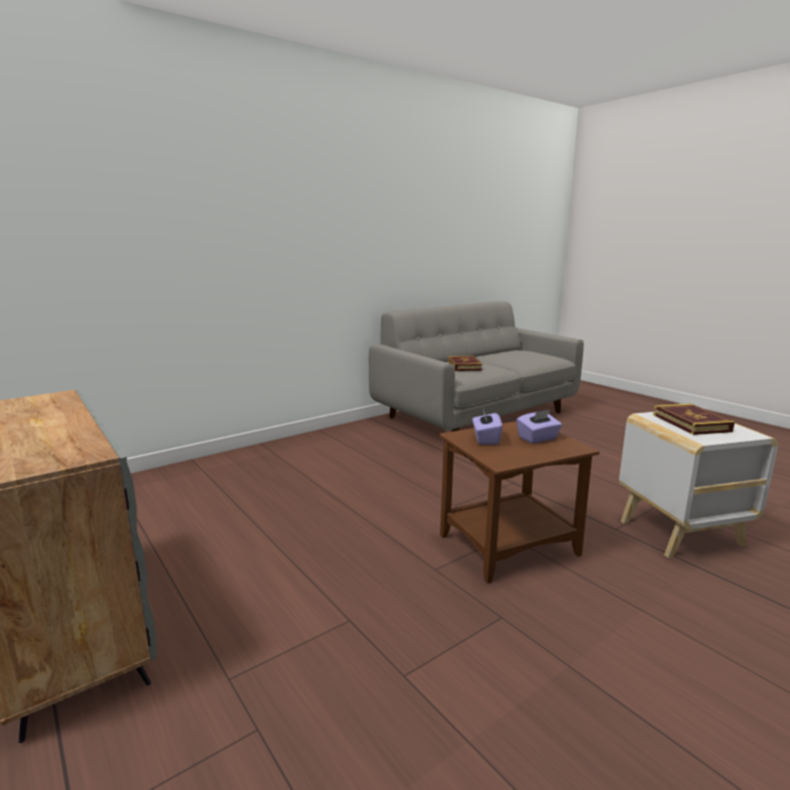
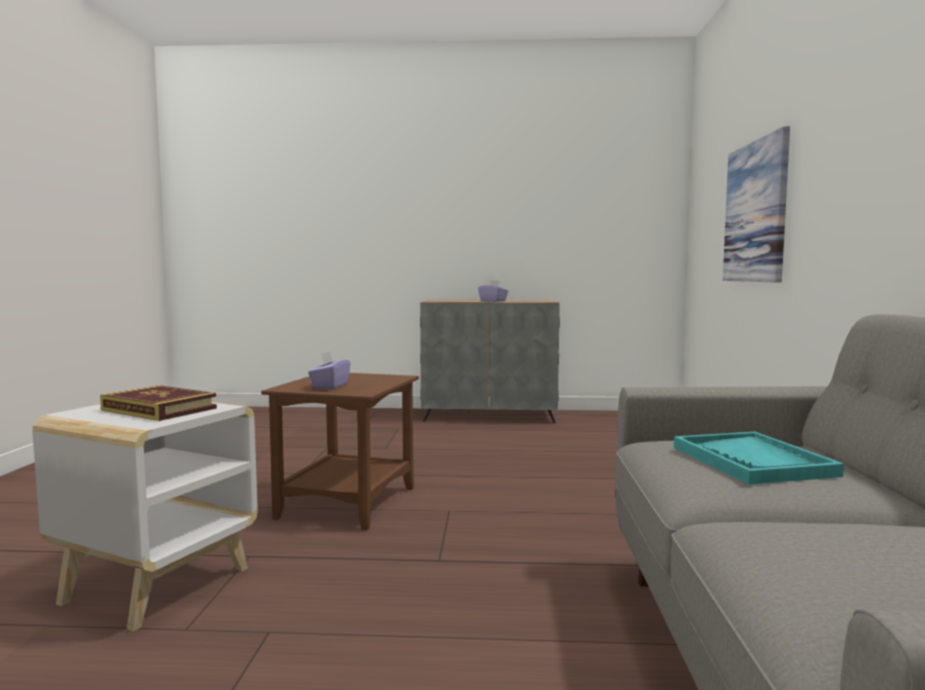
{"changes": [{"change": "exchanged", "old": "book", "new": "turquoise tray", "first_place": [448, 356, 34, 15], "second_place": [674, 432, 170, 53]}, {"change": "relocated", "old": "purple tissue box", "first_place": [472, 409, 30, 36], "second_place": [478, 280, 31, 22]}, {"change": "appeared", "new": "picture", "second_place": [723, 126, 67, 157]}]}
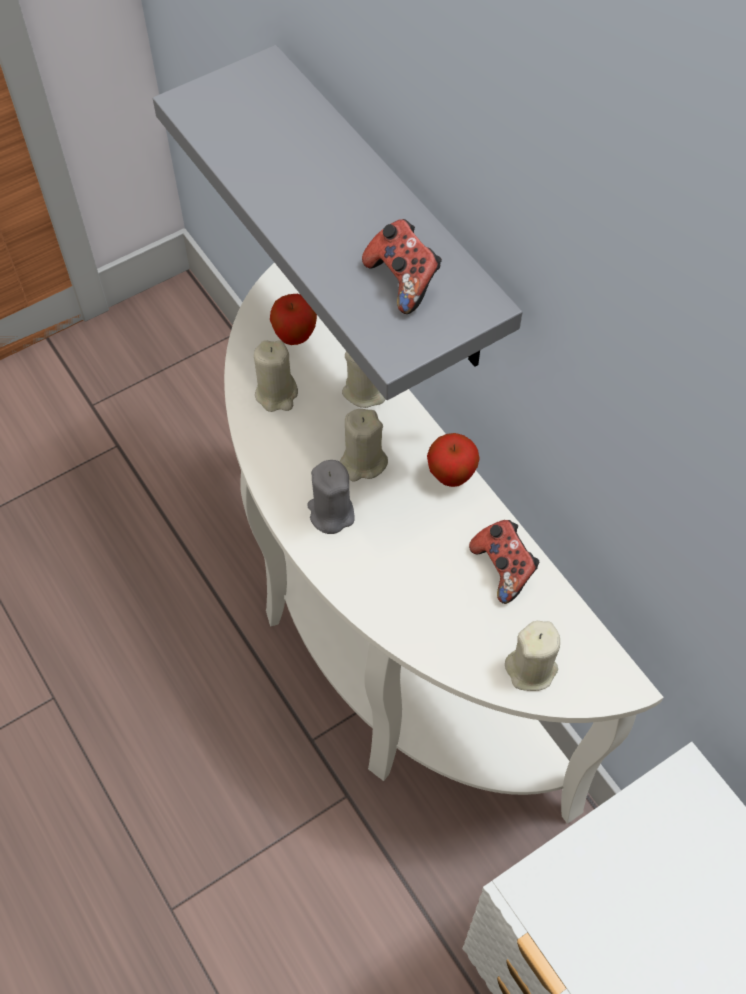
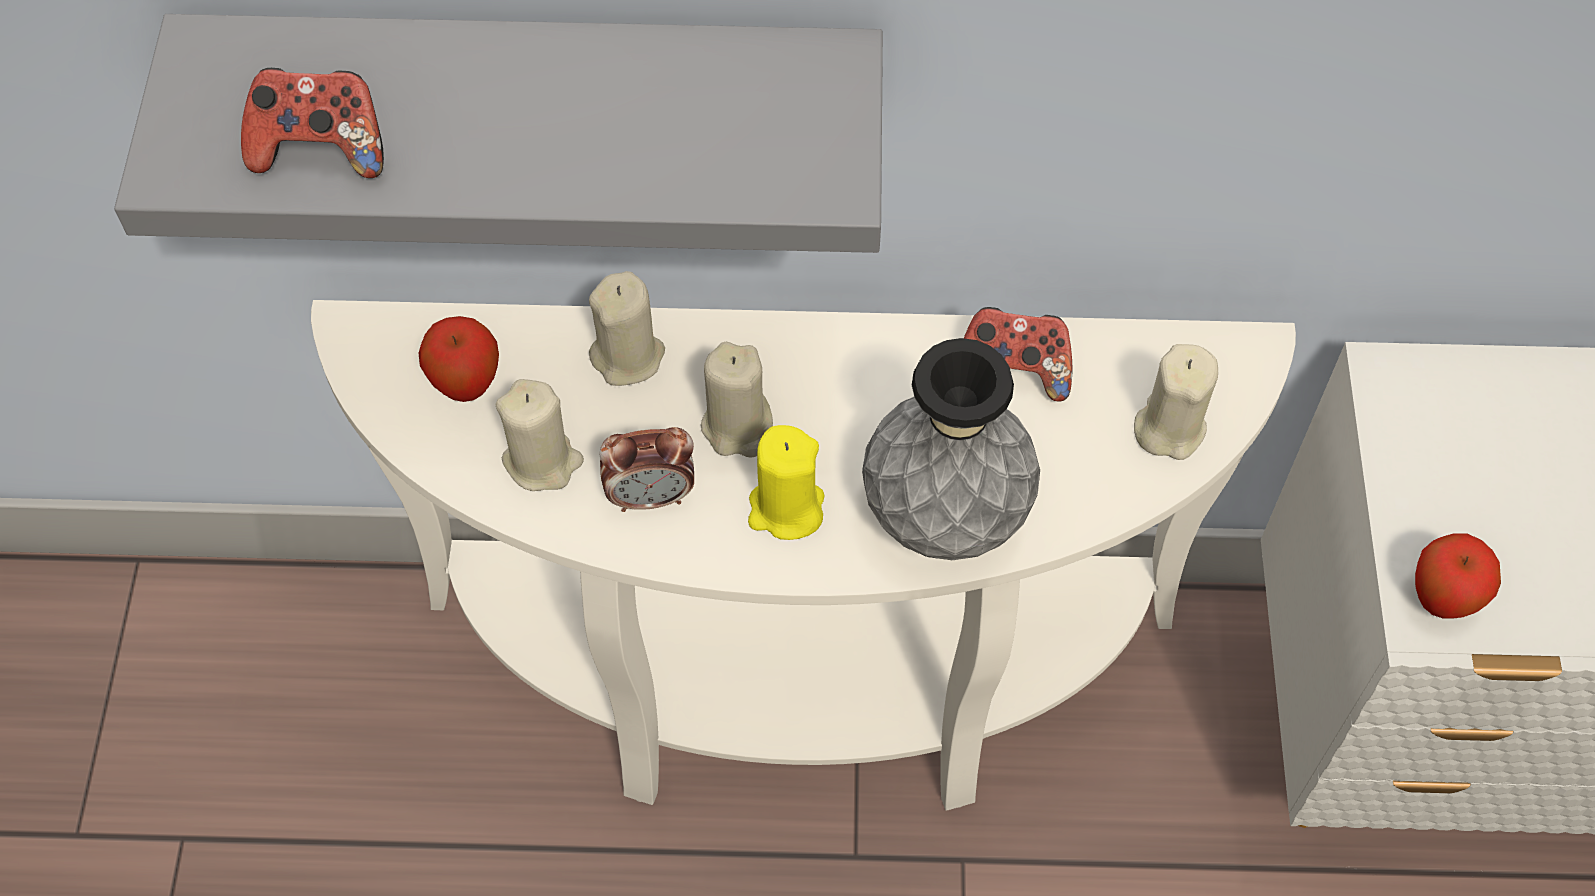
{"changes": [{"change": "relocated", "old": "game controller", "first_place": [362, 219, 80, 95], "second_place": [241, 68, 143, 110]}, {"change": "relocated", "old": "apple", "first_place": [427, 433, 53, 54], "second_place": [1415, 534, 86, 85]}, {"change": "colour", "old": "grey candle", "new": "yellow candle", "first_place": [307, 460, 48, 74], "second_place": [748, 425, 77, 115]}, {"change": "appeared", "new": "grey vase", "second_place": [862, 338, 178, 222]}, {"change": "appeared", "new": "alarm clock", "second_place": [599, 427, 95, 85]}]}
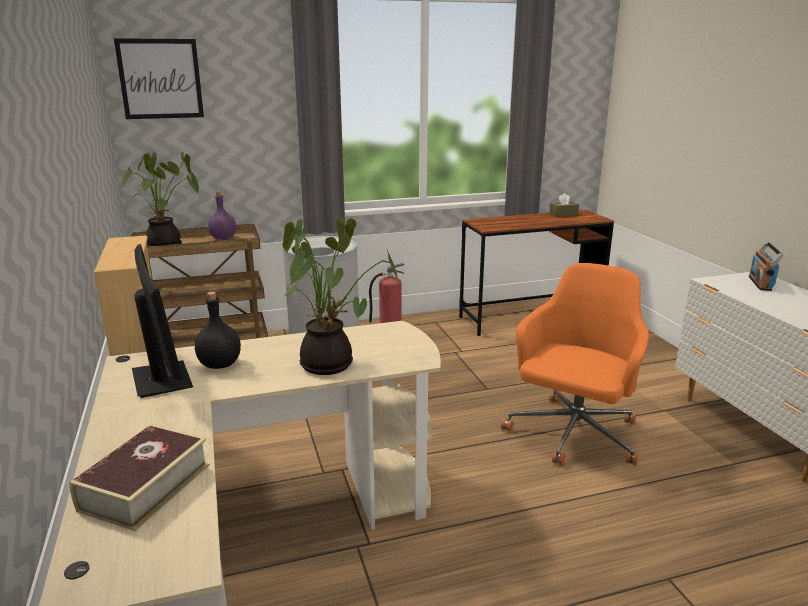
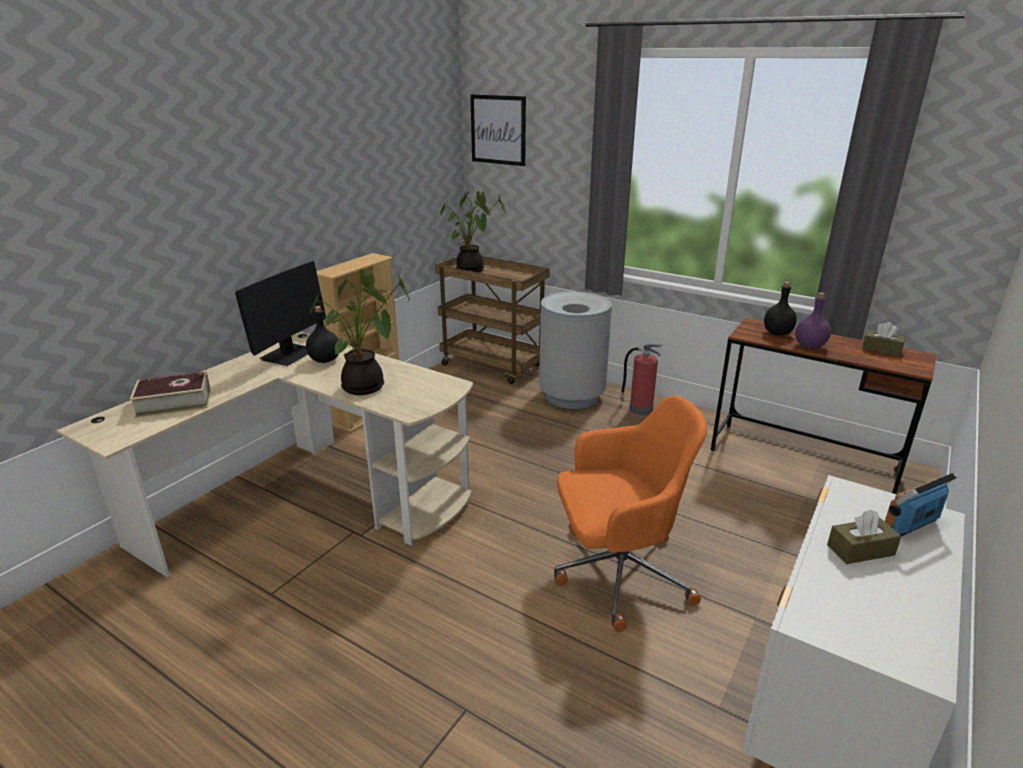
{"changes": [{"change": "relocated", "old": "purple bottle", "first_place": [208, 191, 28, 49], "second_place": [795, 293, 36, 56]}, {"change": "appeared", "new": "black bottle", "second_place": [764, 282, 33, 54]}, {"change": "appeared", "new": "brown tissue box", "second_place": [827, 510, 74, 54]}]}
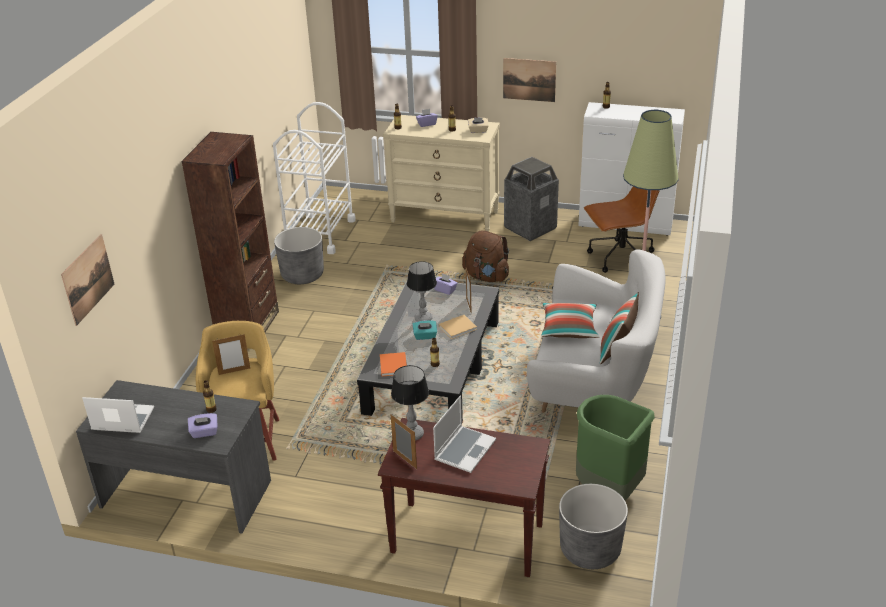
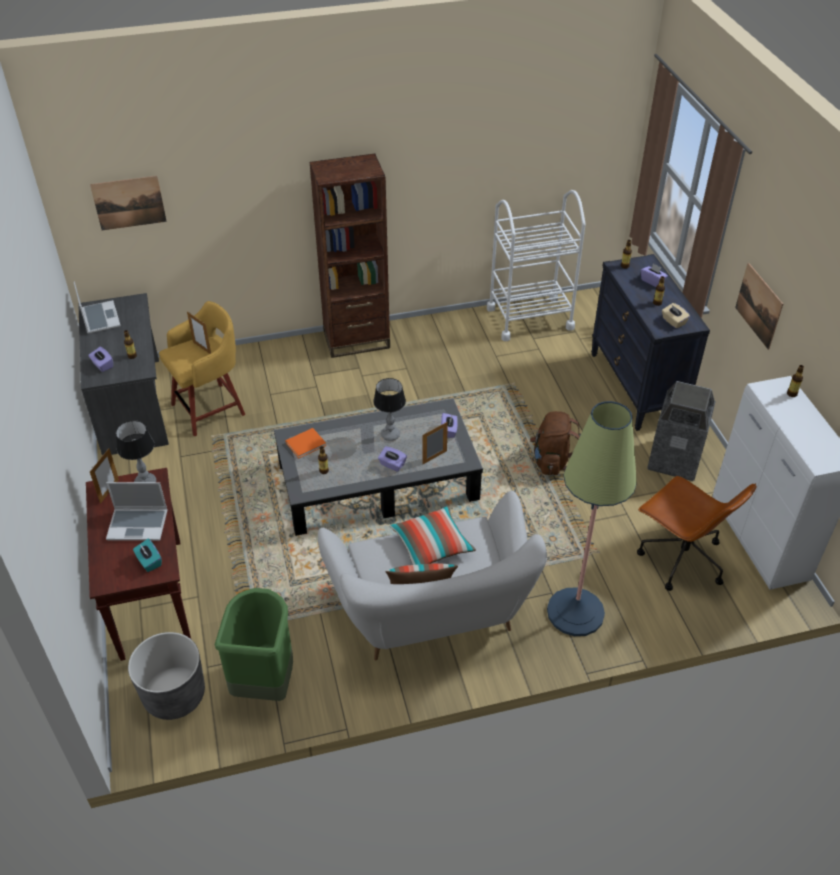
{"changes": [{"change": "colour", "old": "beige dresser", "new": "black dresser", "first_place": [383, 115, 117, 117], "second_place": [591, 254, 119, 177]}, {"change": "missing", "old": "grey planter", "first_place": [274, 227, 50, 57]}, {"change": "exchanged", "old": "beige book", "new": "purple tissue box", "first_place": [439, 315, 38, 24], "second_place": [378, 446, 29, 26]}, {"change": "relocated", "old": "turquoise tissue box", "first_place": [412, 320, 25, 20], "second_place": [133, 539, 29, 33]}]}
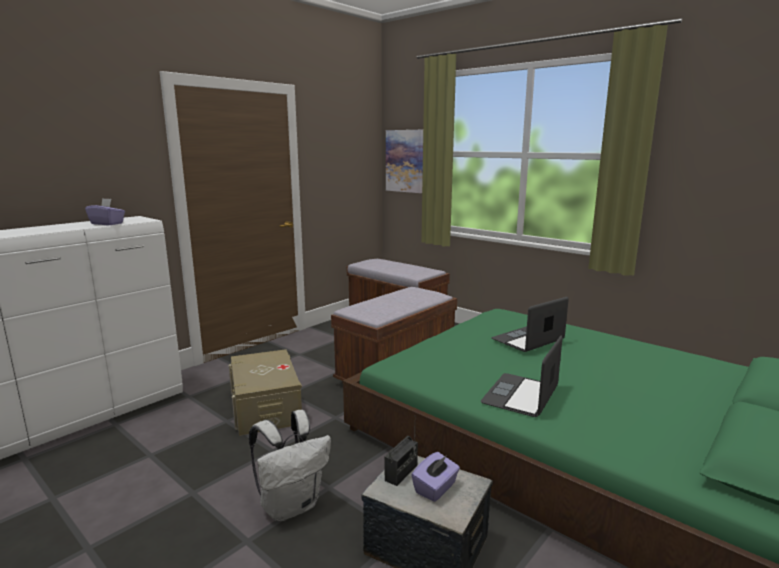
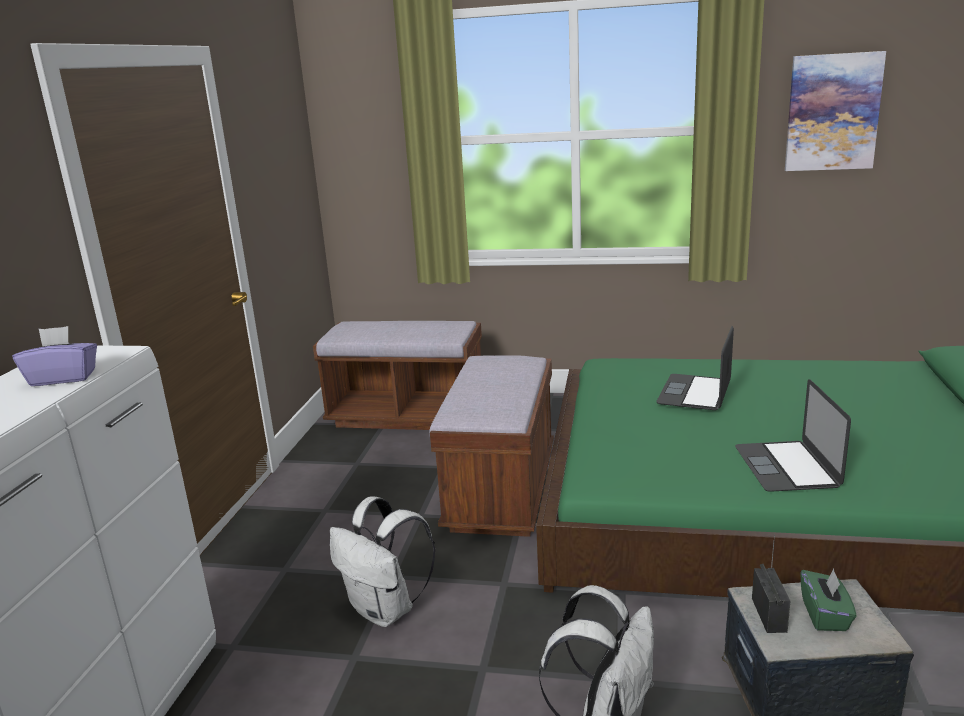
{"changes": [{"change": "relocated", "old": "picture", "first_place": [386, 130, 37, 63], "second_place": [785, 51, 101, 120]}, {"change": "exchanged", "old": "beige storage box", "new": "white backpack", "first_place": [229, 349, 73, 87], "second_place": [330, 496, 106, 131]}, {"change": "colour", "old": "purple tissue box", "new": "green tissue box", "first_place": [412, 452, 48, 50], "second_place": [800, 569, 57, 62]}]}
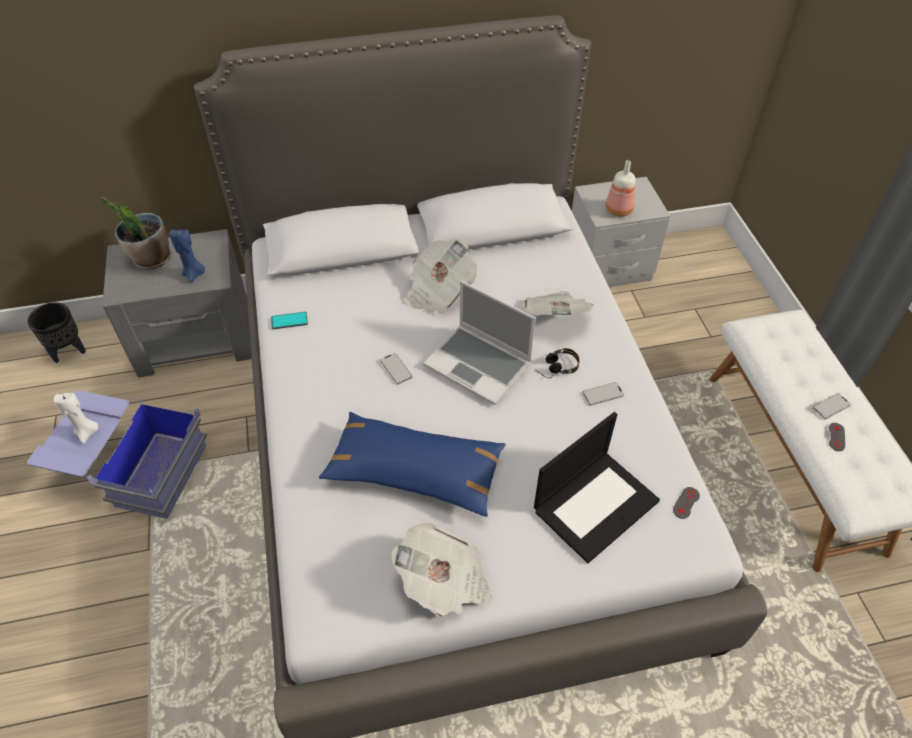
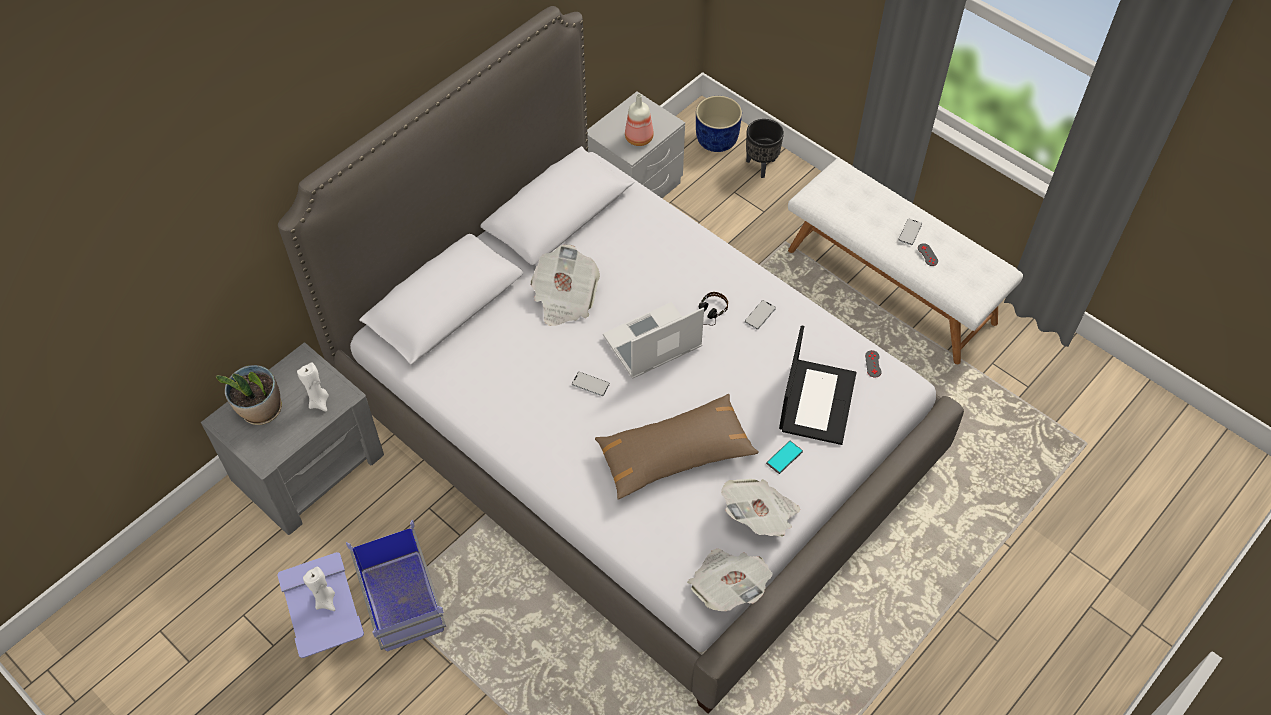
{"changes": [{"change": "colour", "old": "blue candle", "new": "white candle", "first_place": [169, 229, 36, 54], "second_place": [297, 362, 32, 50]}, {"change": "spun", "old": "laptop", "first_place": [423, 281, 113, 124], "second_place": [603, 302, 101, 77], "degrees": 150}, {"change": "relocated", "old": "newspaper", "first_place": [522, 291, 71, 27], "second_place": [688, 549, 85, 62]}, {"change": "relocated", "old": "black planter", "first_place": [27, 302, 59, 61], "second_place": [746, 119, 38, 59]}, {"change": "relocated", "old": "phone", "first_place": [271, 312, 37, 17], "second_place": [766, 441, 37, 33]}, {"change": "colour", "old": "blue pillow", "new": "brown pillow", "first_place": [319, 412, 187, 105], "second_place": [595, 394, 164, 106]}, {"change": "appeared", "new": "blue planter", "second_place": [696, 96, 46, 56]}]}
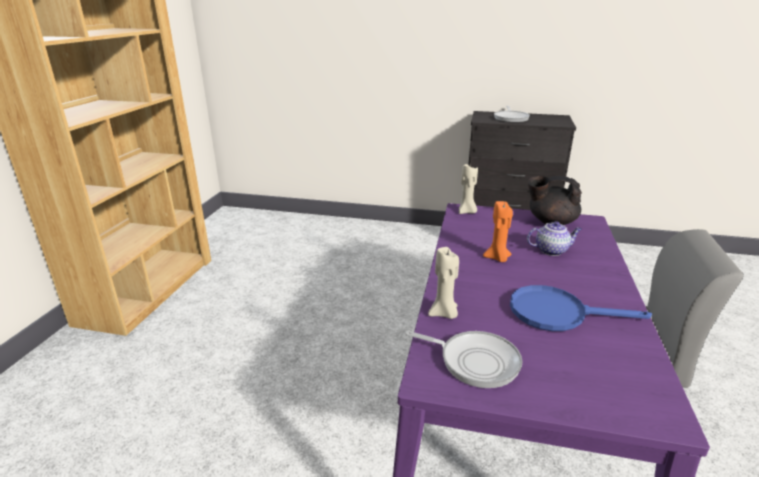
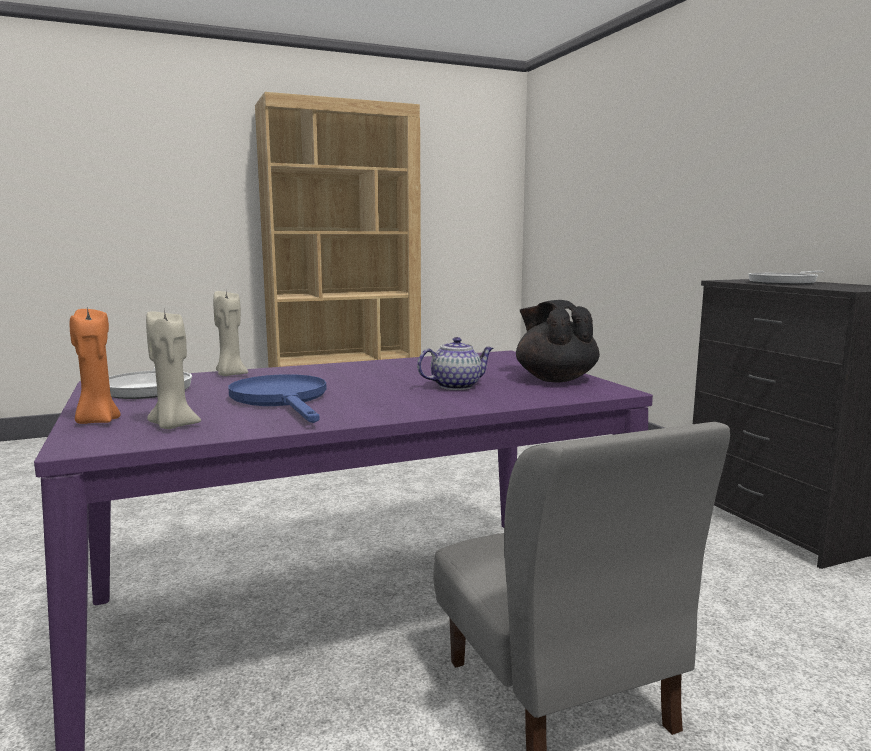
{"changes": [{"change": "relocated", "old": "beige candle", "first_place": [459, 164, 19, 50], "second_place": [146, 311, 55, 118]}, {"change": "relocated", "old": "orange candle", "first_place": [483, 201, 30, 61], "second_place": [70, 307, 51, 117]}, {"change": "spun", "old": "teapot", "first_place": [527, 221, 55, 35], "second_place": [417, 337, 76, 53], "degrees": -75}]}
